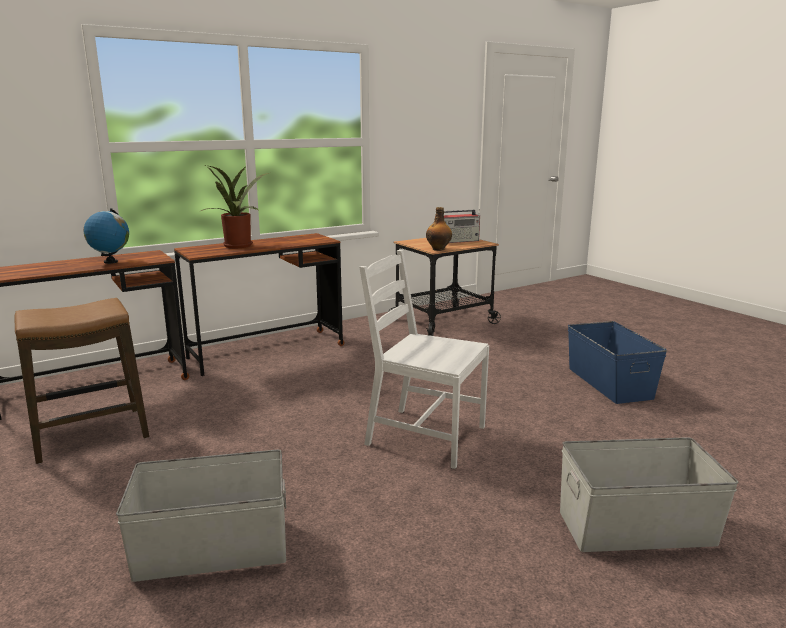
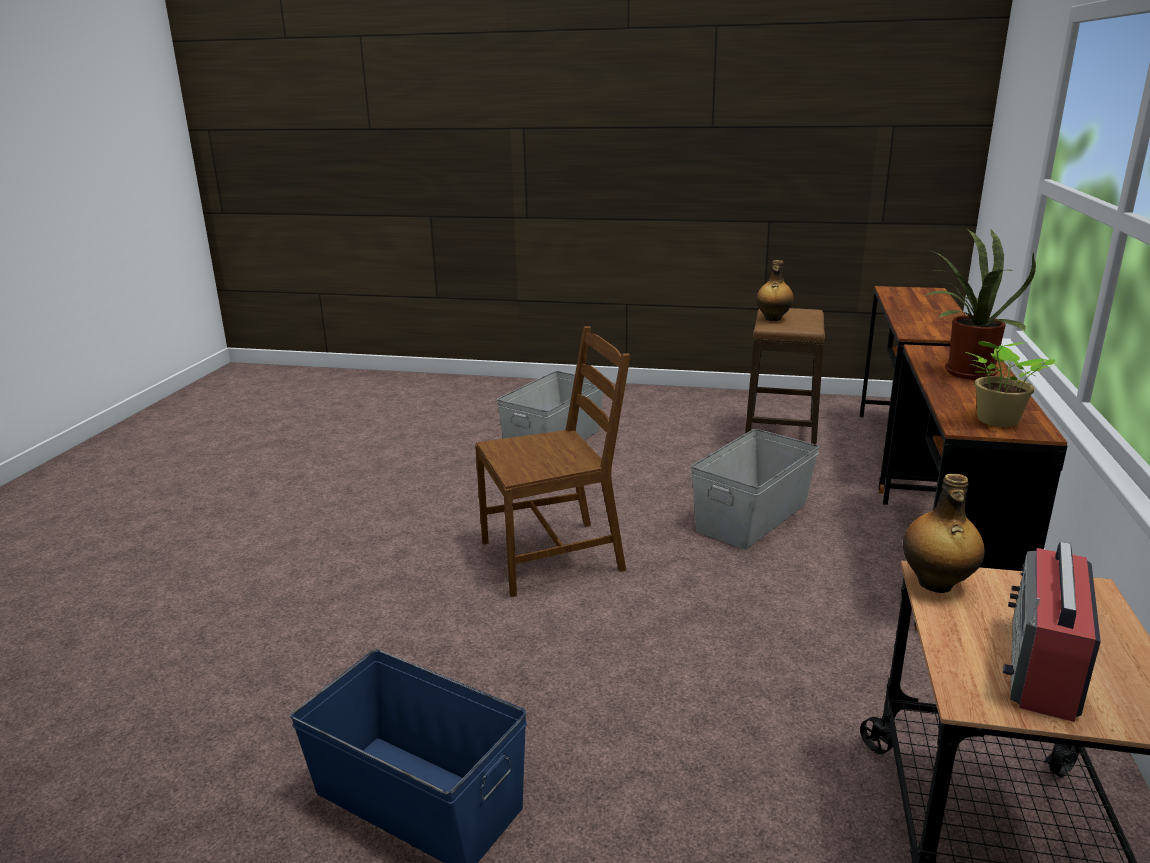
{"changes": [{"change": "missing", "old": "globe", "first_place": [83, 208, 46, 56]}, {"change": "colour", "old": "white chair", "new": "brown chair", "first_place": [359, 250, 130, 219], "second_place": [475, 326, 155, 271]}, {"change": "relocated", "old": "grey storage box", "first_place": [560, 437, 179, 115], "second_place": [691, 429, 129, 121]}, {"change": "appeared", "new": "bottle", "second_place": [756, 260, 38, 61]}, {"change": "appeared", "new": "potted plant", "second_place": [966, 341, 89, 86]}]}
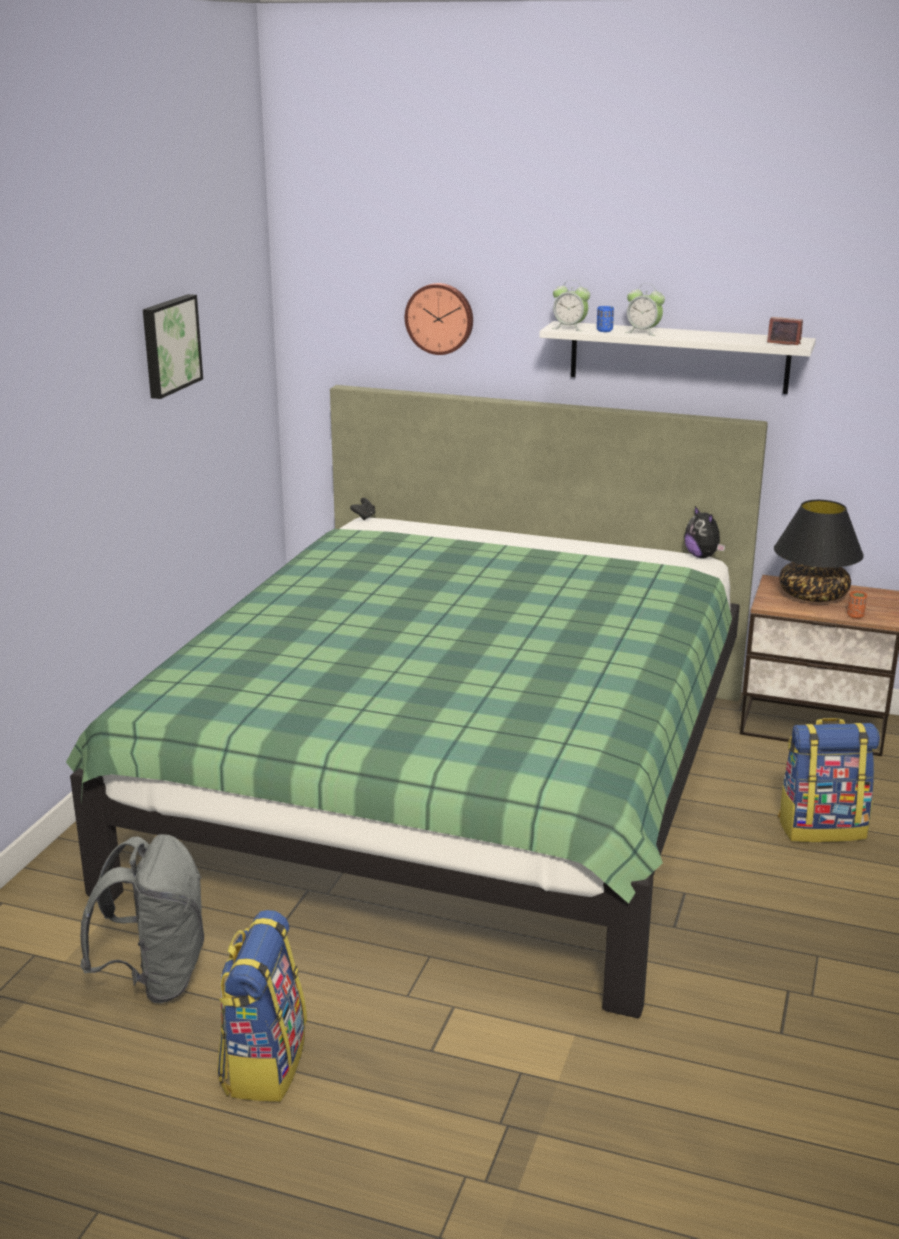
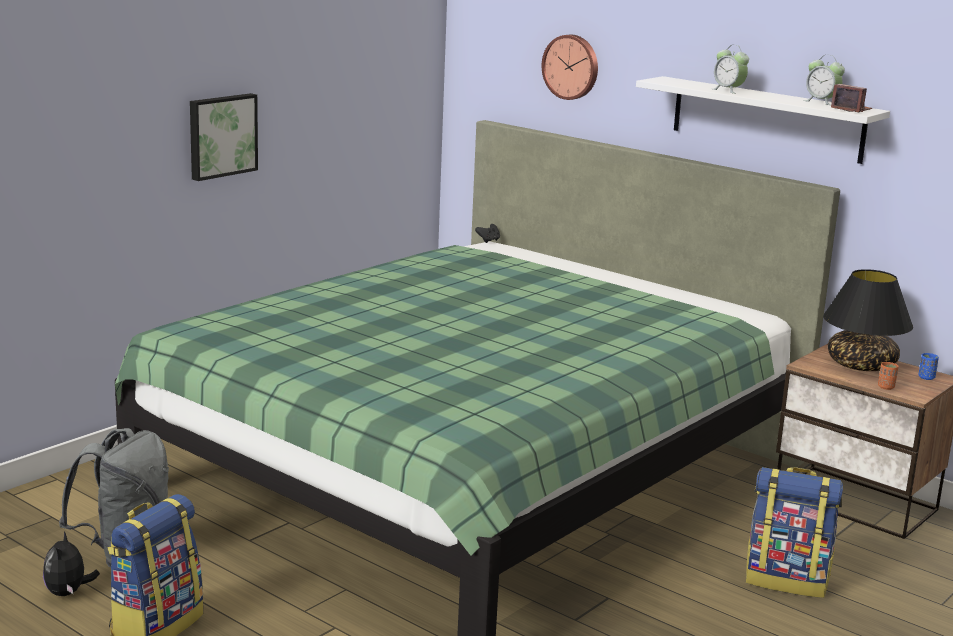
{"changes": [{"change": "relocated", "old": "alarm clock", "first_place": [552, 280, 38, 51], "second_place": [803, 55, 42, 50]}, {"change": "relocated", "old": "picture", "first_place": [143, 294, 60, 105], "second_place": [190, 93, 68, 88]}, {"change": "relocated", "old": "blue cup", "first_place": [597, 306, 17, 26], "second_place": [919, 353, 20, 27]}, {"change": "relocated", "old": "plush toy", "first_place": [684, 506, 41, 52], "second_place": [43, 531, 57, 65]}]}
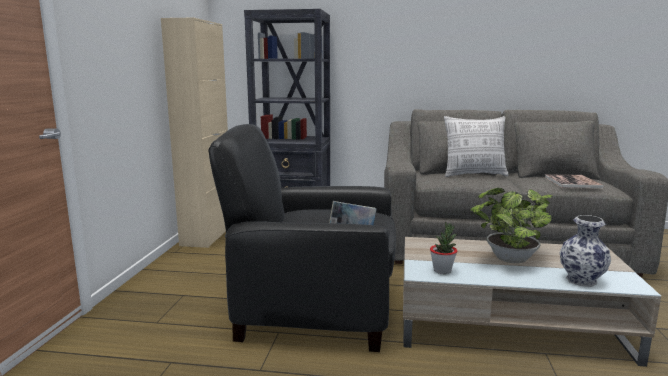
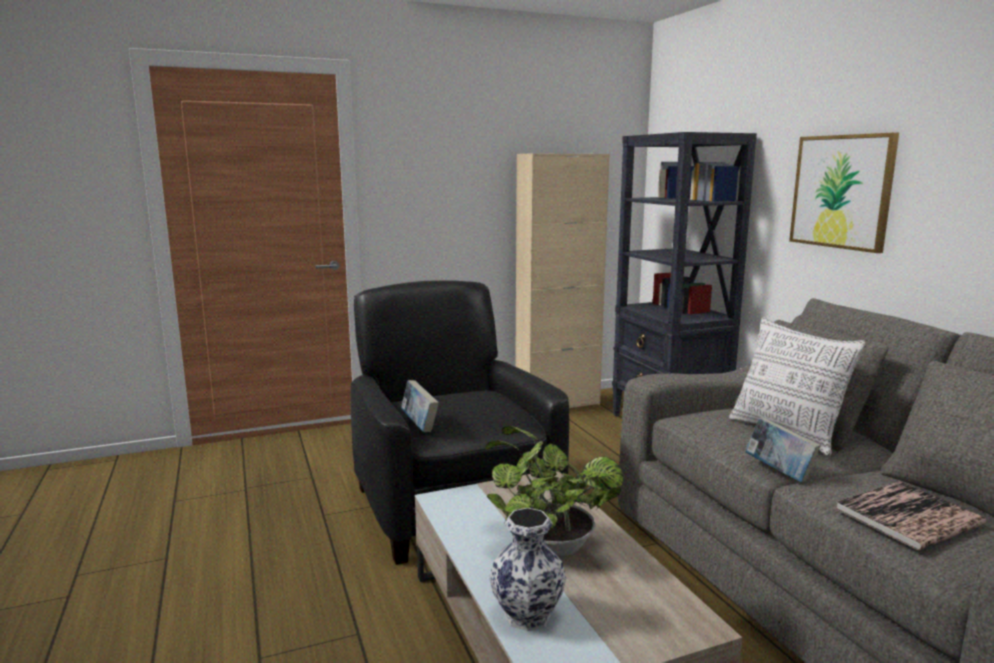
{"changes": [{"change": "missing", "old": "potted plant", "first_place": [430, 222, 27, 52]}, {"change": "appeared", "new": "picture", "second_place": [789, 133, 110, 120]}, {"change": "appeared", "new": "book", "second_place": [745, 417, 76, 66]}]}
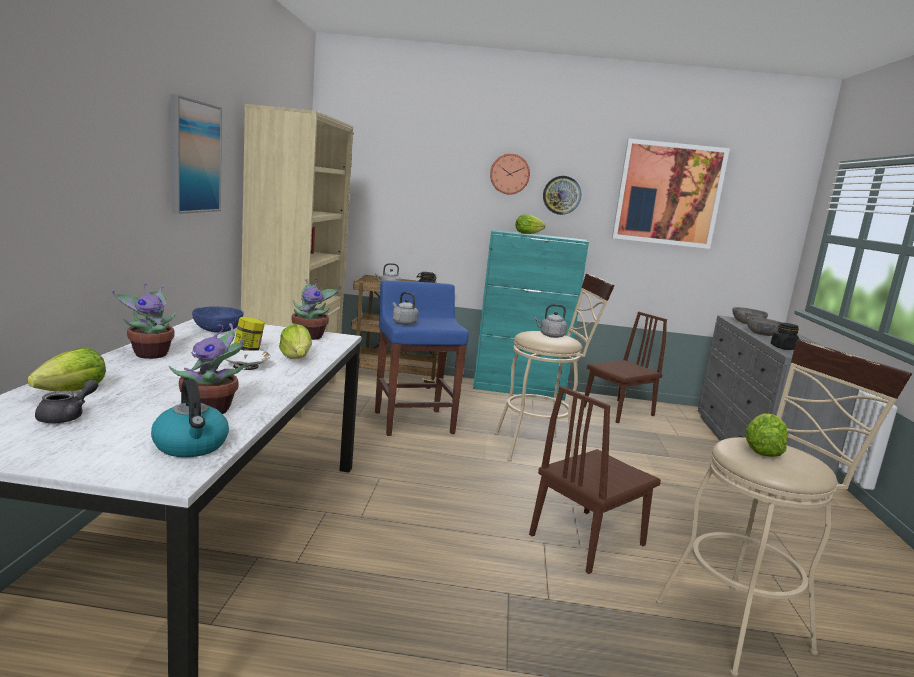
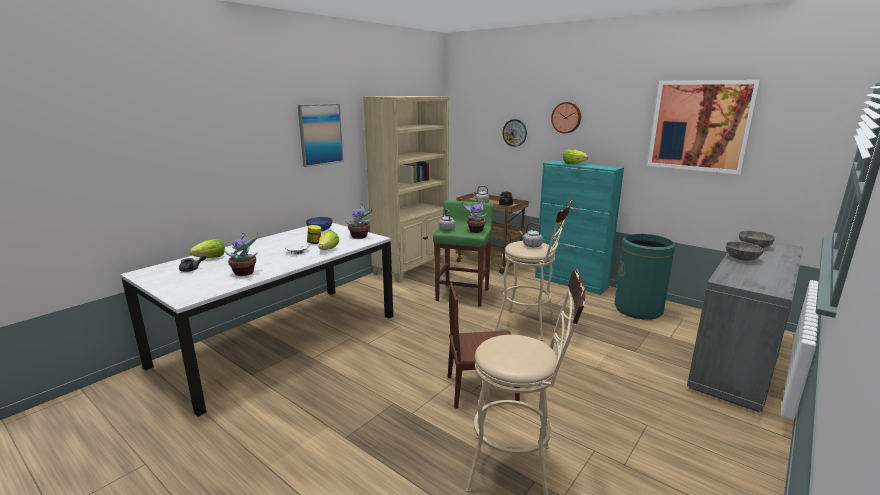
{"changes": [{"change": "relocated", "old": "wall clock", "first_place": [543, 176, 38, 39], "second_place": [502, 119, 25, 28]}, {"change": "colour", "old": "blue stool", "new": "green stool", "first_place": [375, 281, 94, 155], "second_place": [433, 201, 61, 105]}, {"change": "relocated", "old": "potted plant", "first_place": [112, 284, 64, 75], "second_place": [462, 200, 25, 33]}, {"change": "exchanged", "old": "brown chair", "new": "green trash can", "first_place": [584, 312, 83, 111], "second_place": [614, 234, 61, 86]}, {"change": "missing", "old": "black jar", "first_place": [771, 323, 28, 27]}, {"change": "missing", "old": "kettle", "first_place": [151, 379, 78, 78]}, {"change": "missing", "old": "lettuce", "first_place": [745, 414, 43, 43]}]}
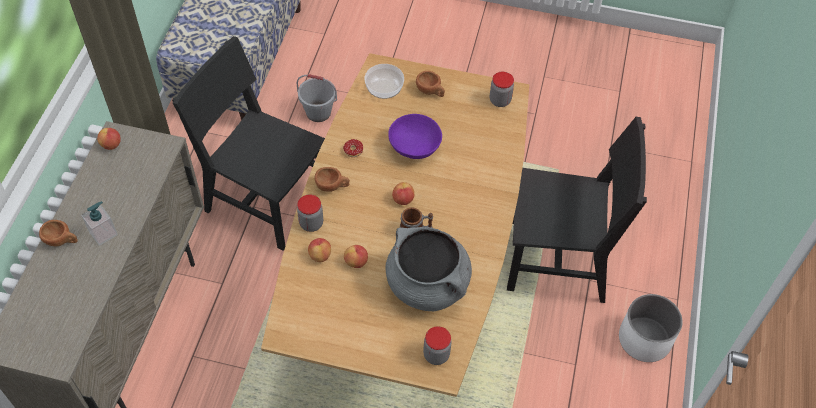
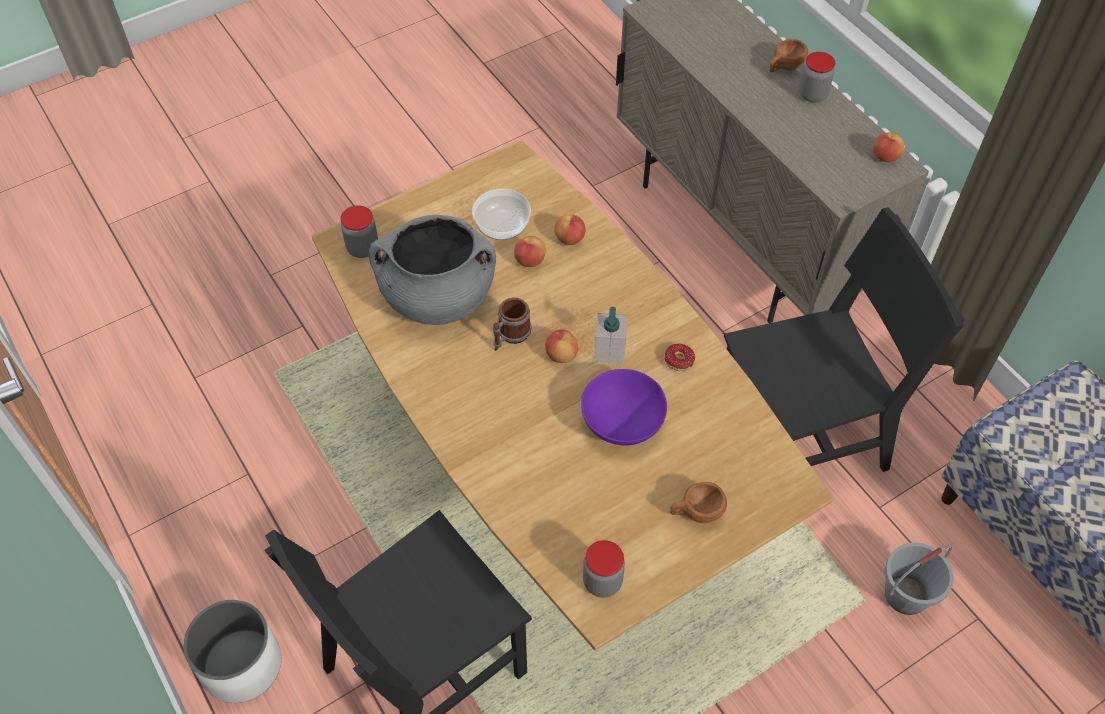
{"changes": [{"change": "relocated", "old": "bowl", "first_place": [364, 64, 40, 35], "second_place": [472, 189, 59, 51]}, {"change": "missing", "old": "brown cup", "first_place": [314, 167, 36, 25]}, {"change": "relocated", "old": "jar", "first_place": [297, 194, 26, 38], "second_place": [799, 52, 36, 50]}, {"change": "relocated", "old": "soap dispenser", "first_place": [81, 201, 37, 45], "second_place": [594, 306, 33, 58]}]}
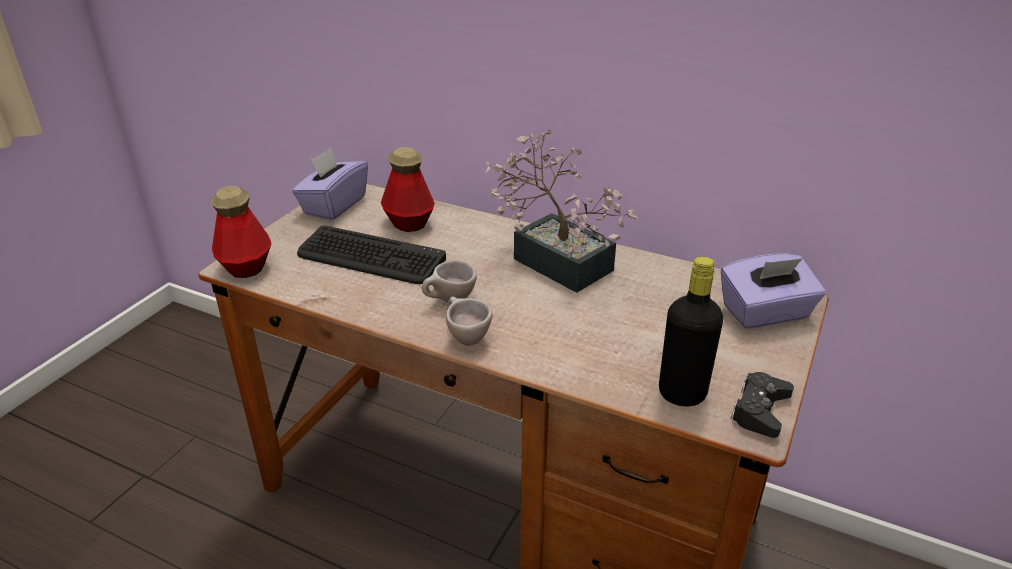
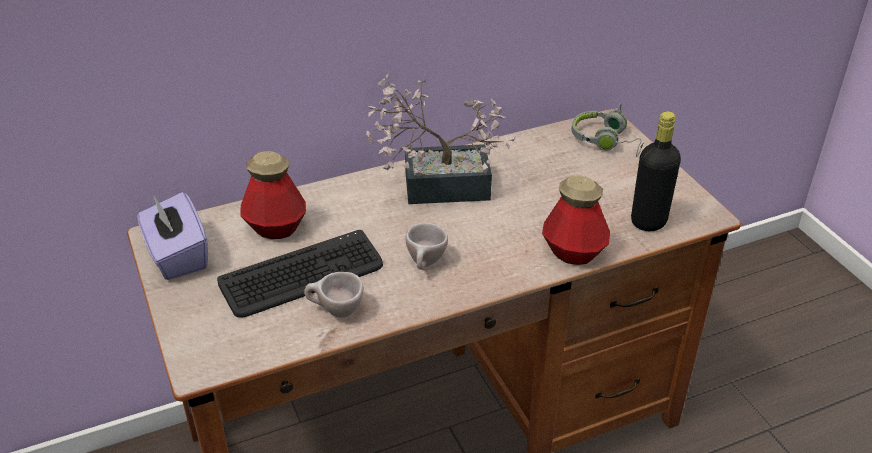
{"changes": [{"change": "relocated", "old": "bottle", "first_place": [211, 186, 61, 92], "second_place": [542, 175, 68, 90]}, {"change": "exchanged", "old": "purple tissue box", "new": "grey headphones", "first_place": [721, 253, 105, 76], "second_place": [571, 103, 73, 54]}, {"change": "relocated", "old": "beige cup", "first_place": [446, 297, 46, 49], "second_place": [304, 272, 60, 46]}, {"change": "missing", "old": "black game controller", "first_place": [730, 372, 64, 66]}]}
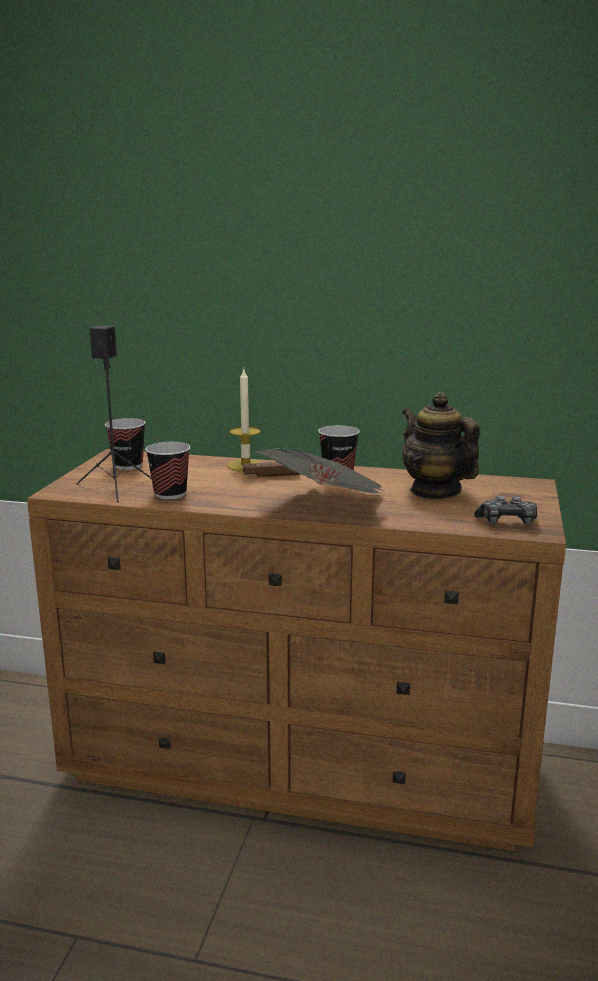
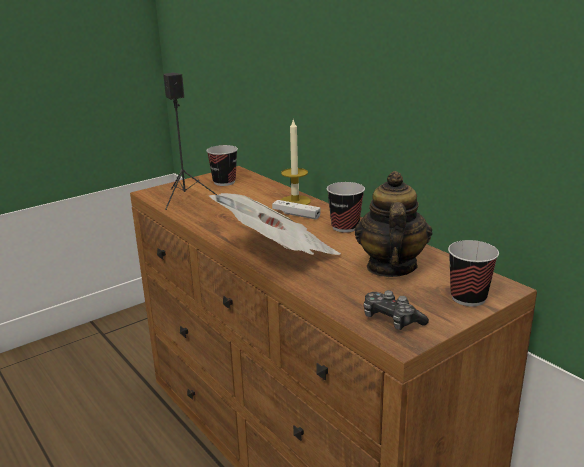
{"changes": [{"change": "relocated", "old": "cup", "first_place": [145, 442, 45, 58], "second_place": [448, 240, 51, 66]}, {"change": "colour", "old": "brown game controller", "new": "white game controller", "first_place": [243, 462, 57, 15], "second_place": [272, 200, 49, 20]}]}
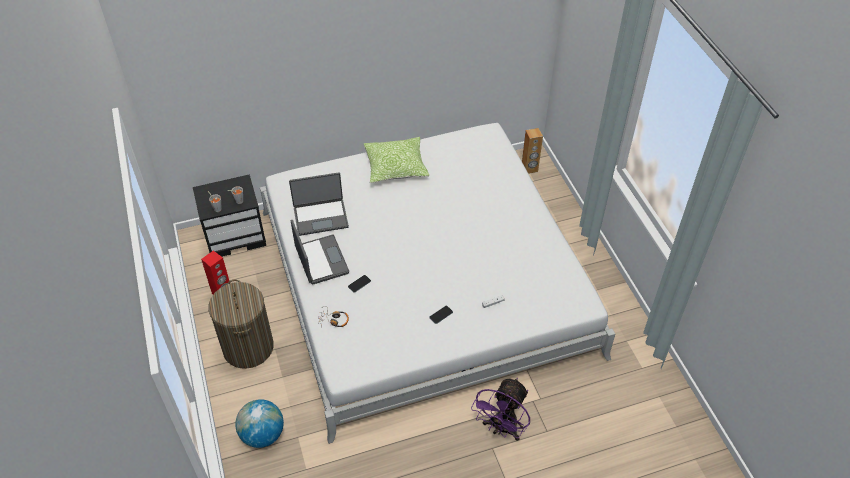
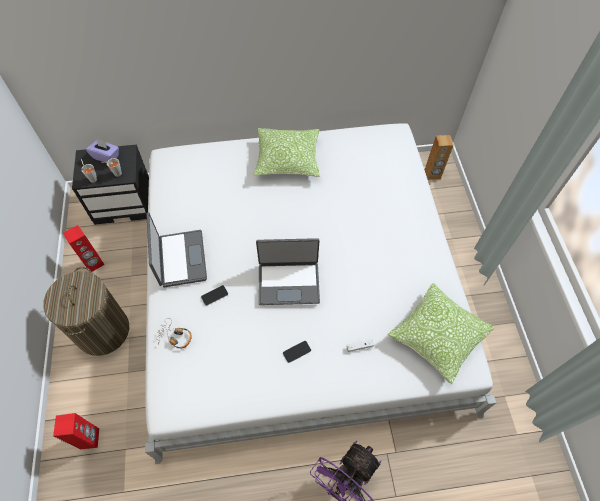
{"changes": [{"change": "relocated", "old": "laptop", "first_place": [289, 172, 60, 64], "second_place": [256, 238, 64, 67]}, {"change": "exchanged", "old": "globe", "new": "red speaker", "first_place": [235, 399, 49, 49], "second_place": [53, 413, 46, 36]}, {"change": "appeared", "new": "purple tissue box", "second_place": [86, 139, 33, 23]}, {"change": "appeared", "new": "pillow", "second_place": [388, 283, 106, 101]}]}
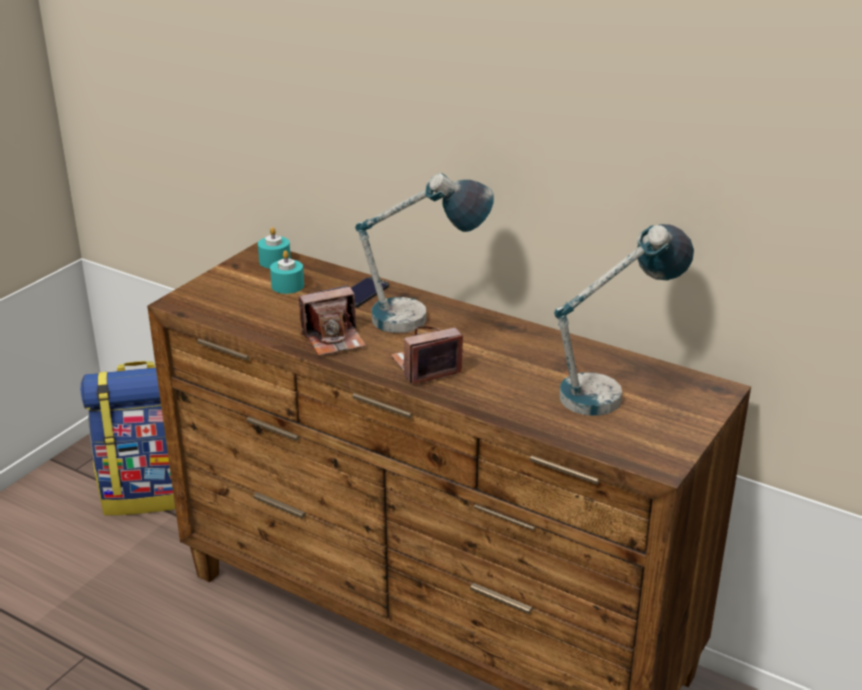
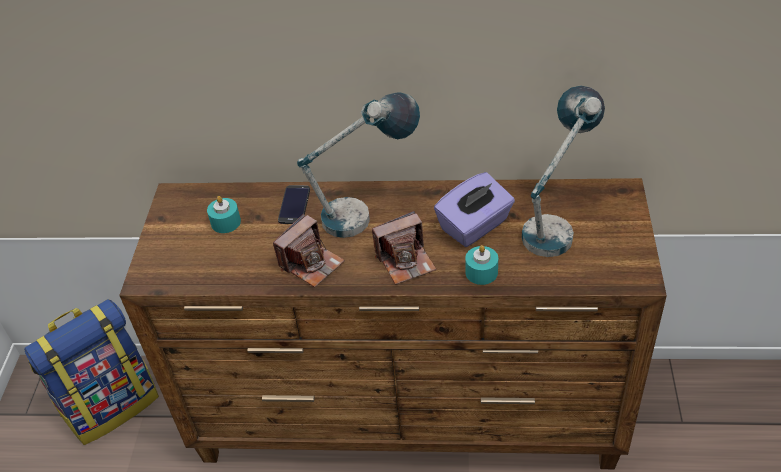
{"changes": [{"change": "relocated", "old": "turquoise candle", "first_place": [258, 227, 33, 42], "second_place": [465, 245, 33, 40]}, {"change": "spun", "old": "photo camera", "first_place": [391, 326, 72, 58], "second_place": [372, 211, 64, 74], "degrees": -150}, {"change": "appeared", "new": "purple tissue box", "second_place": [434, 172, 81, 75]}]}
